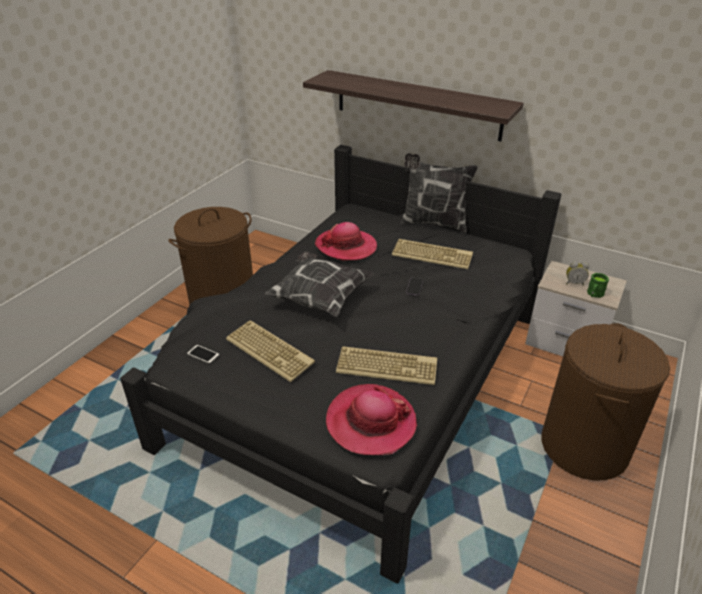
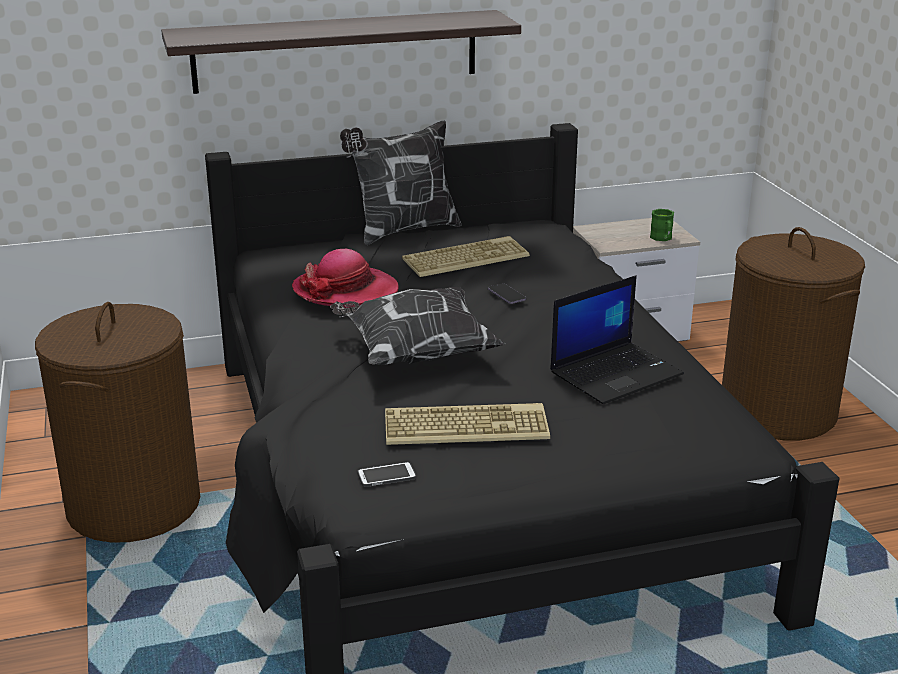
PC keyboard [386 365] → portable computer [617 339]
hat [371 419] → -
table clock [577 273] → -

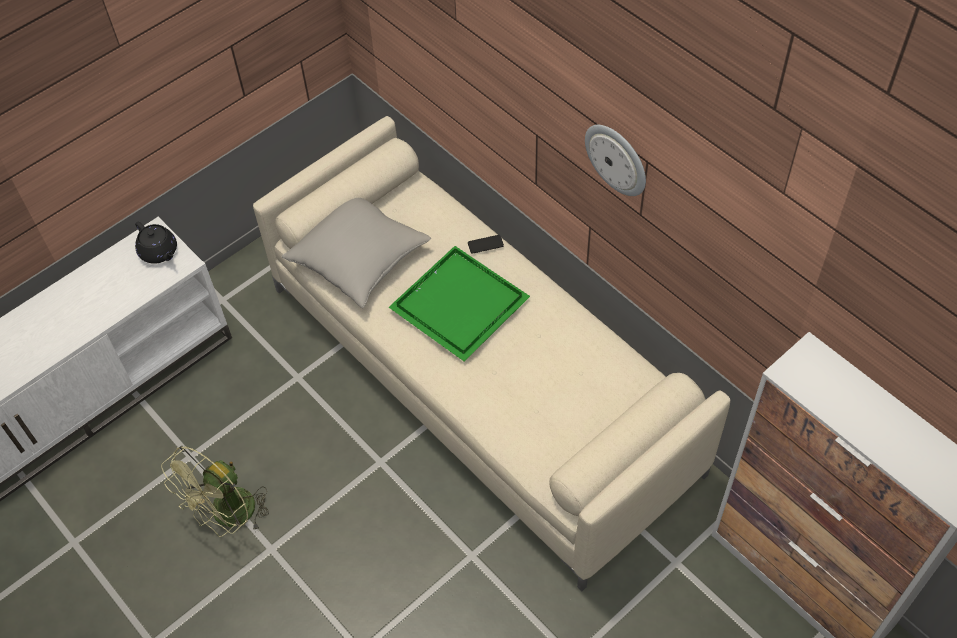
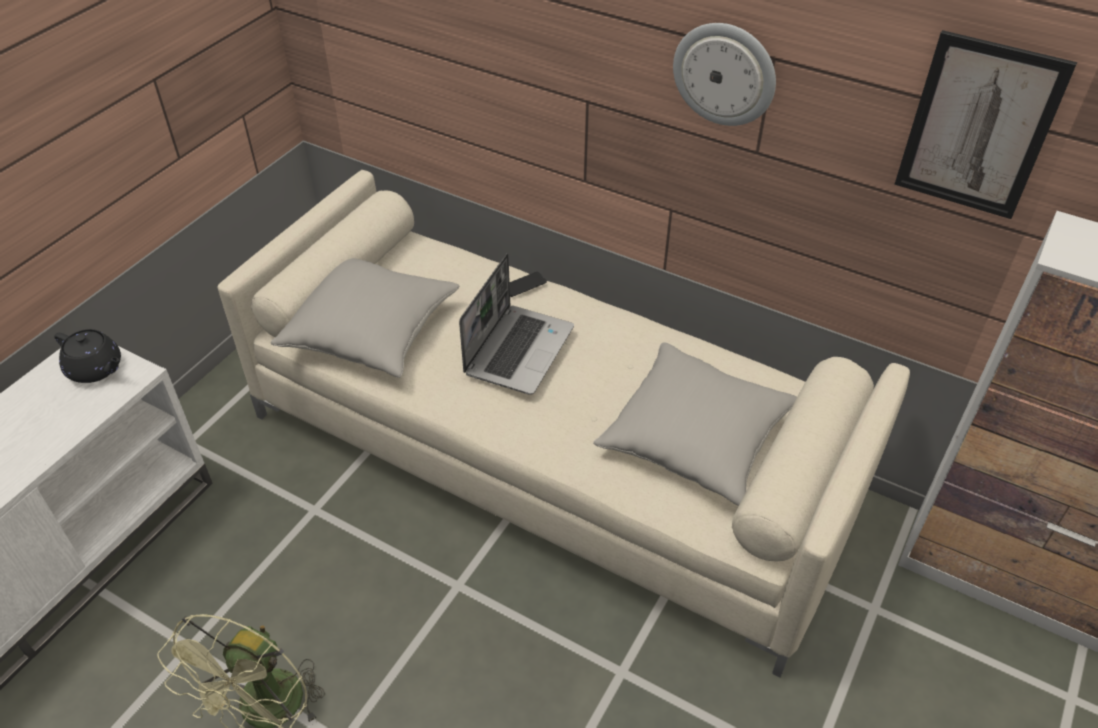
carrying tray (green-coloured) [459 304] → portable computer [516 324]
- → throw pillow (grey) [695 424]
- → wall art [985 124]

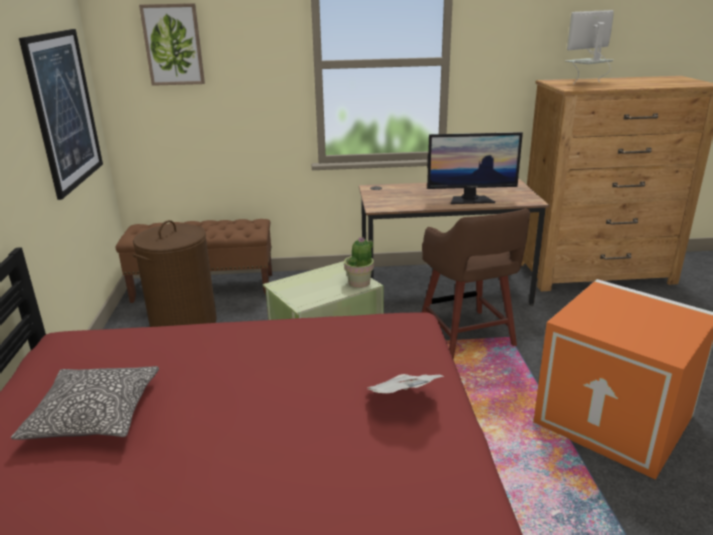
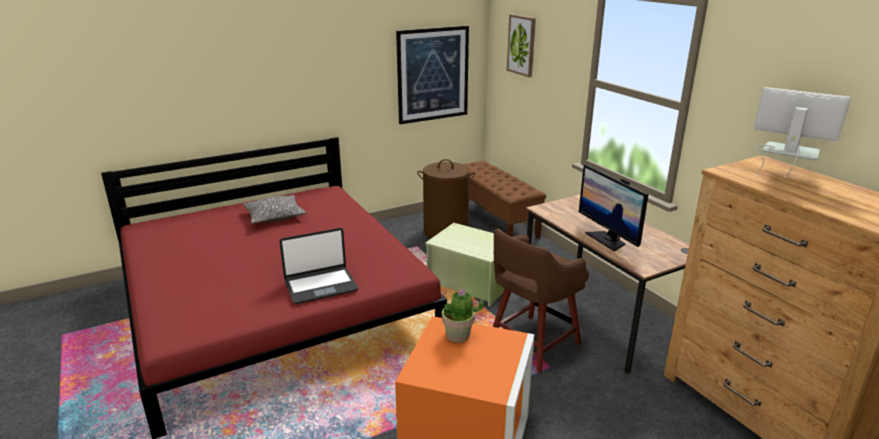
newspaper [405 383] → portable computer [319 266]
houseplant [359 262] → houseplant [463 315], shifted

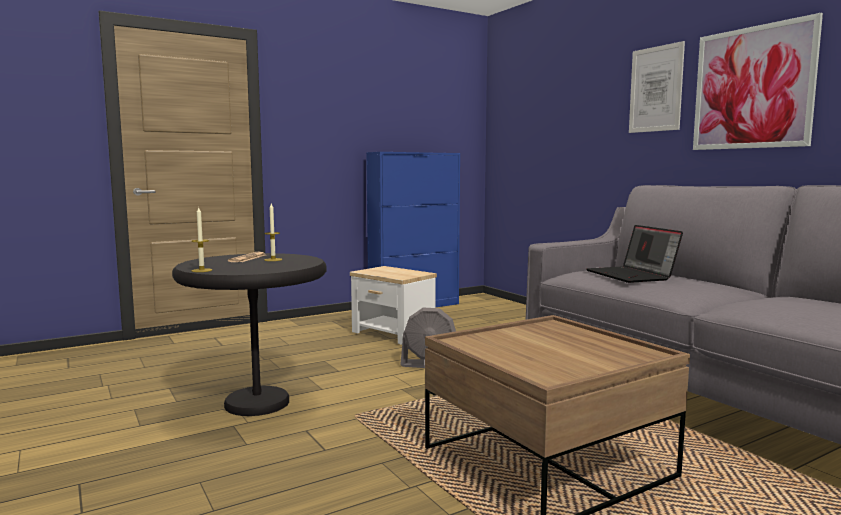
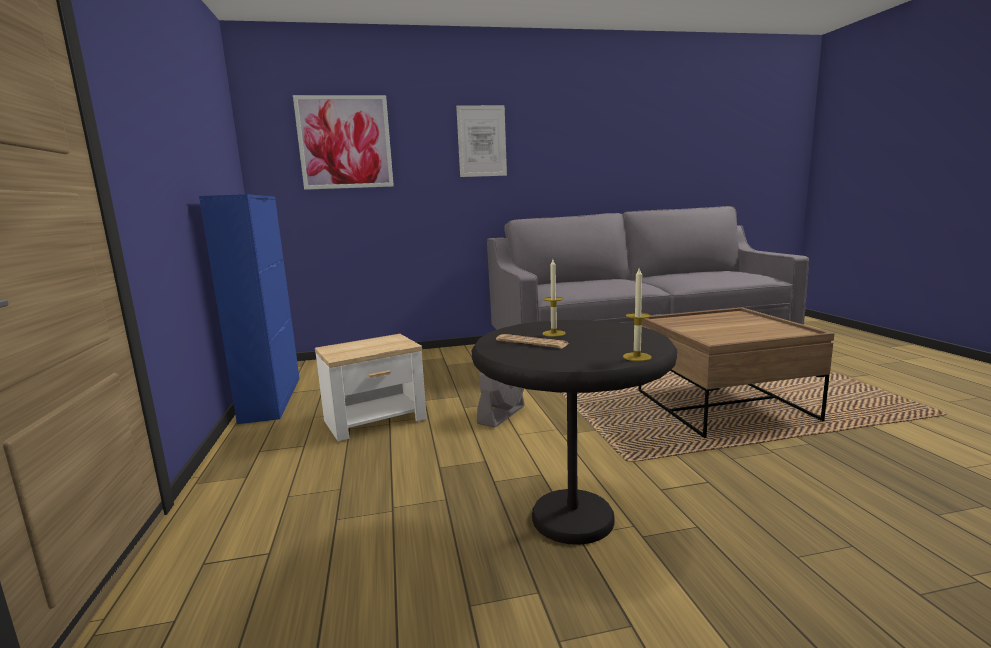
wall art [758 81] → wall art [343 142], shifted
portable computer [634 254] → -

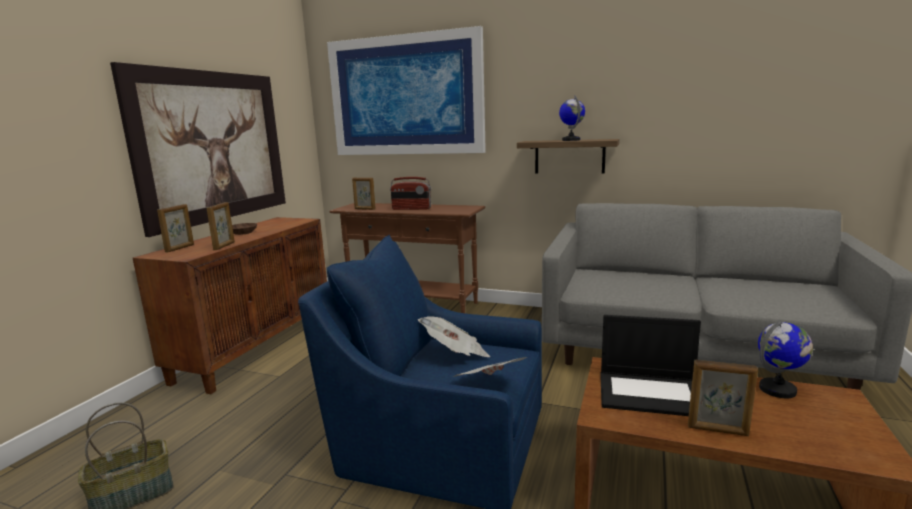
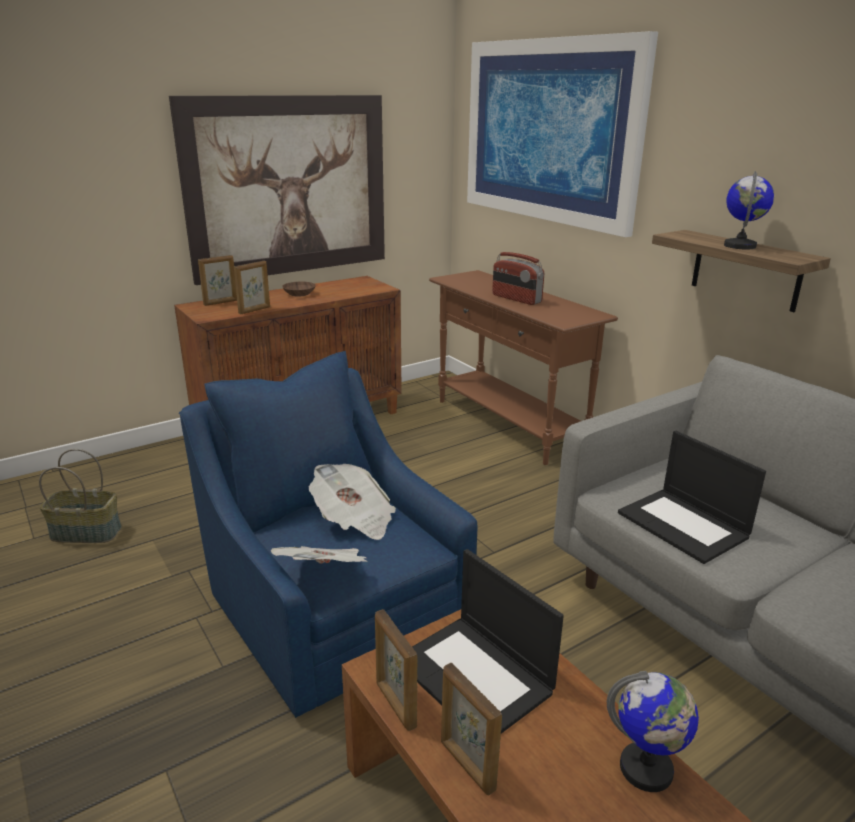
standing frame [364 194] → standing frame [396 670], shifted
- → portable computer [692 497]

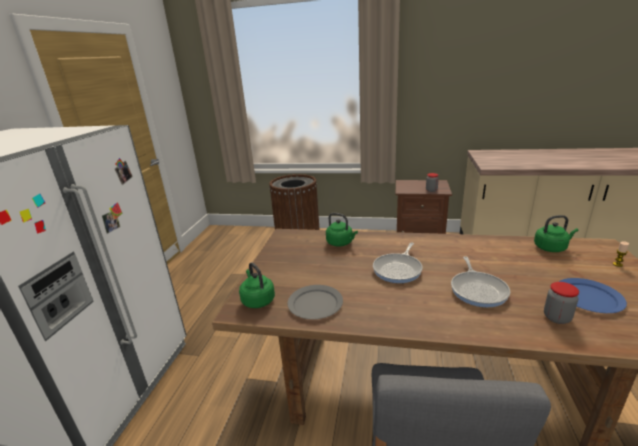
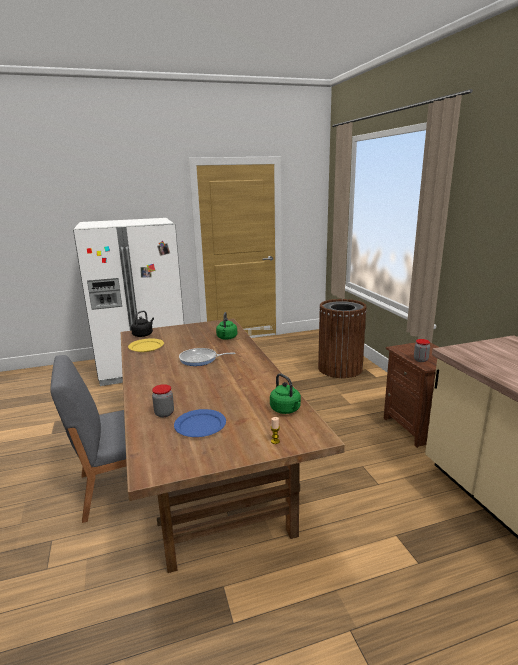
dinner plate (grey) [315 302] → dinner plate (yellow-coloured) [146 345]
tea kettle (green-coloured) [257 285] → tea kettle (black) [142 324]
pan [480 281] → -

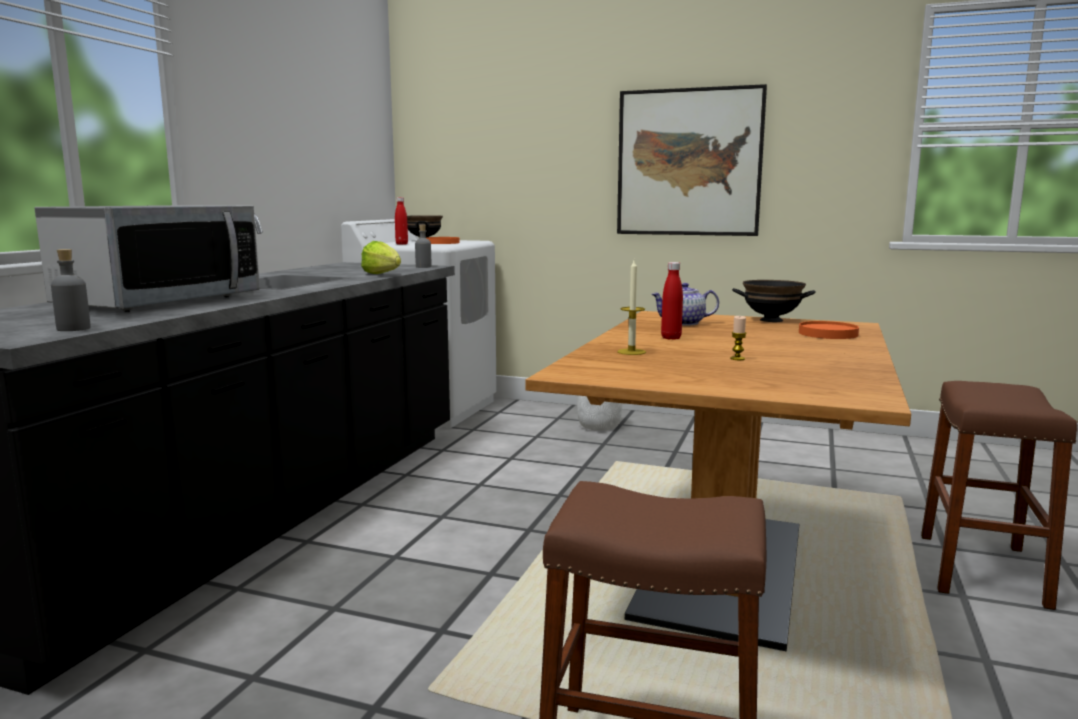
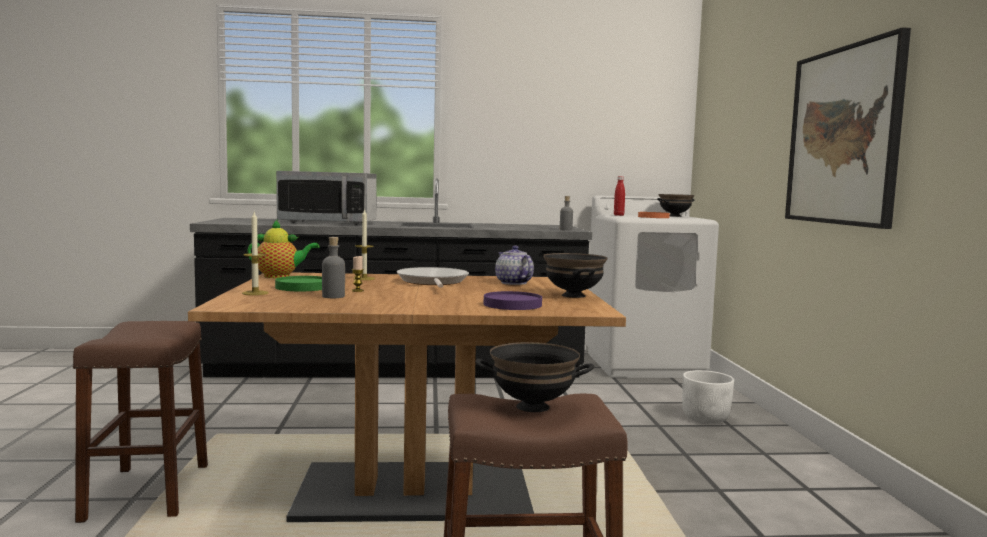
- → wax light [255 253]
- → pot for tea [283 248]
- → dinner plate (green-coloured) [298 283]
bottle (grey) [71 290] → bottle (grey) [333 267], shifted
bottle (red-coloured) [672 301] → pan [433 277]
- → bowl (black) [534 377]
dinner plate (orange) [829 330] → dinner plate (purple-coloured) [513 300]
lettuce [381 257] → -

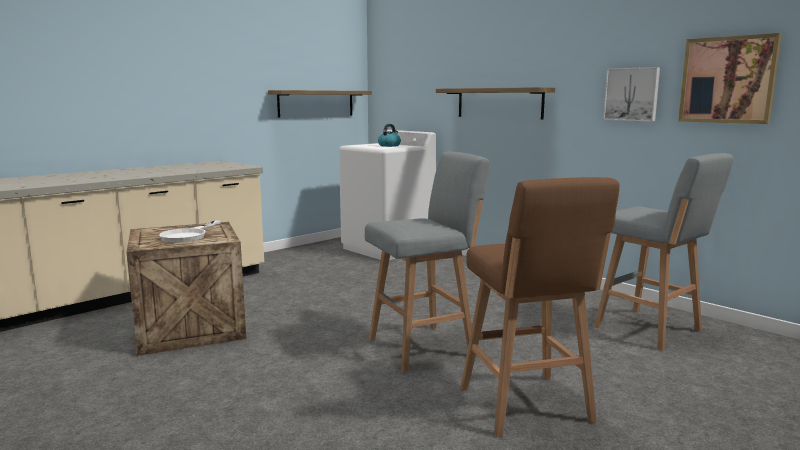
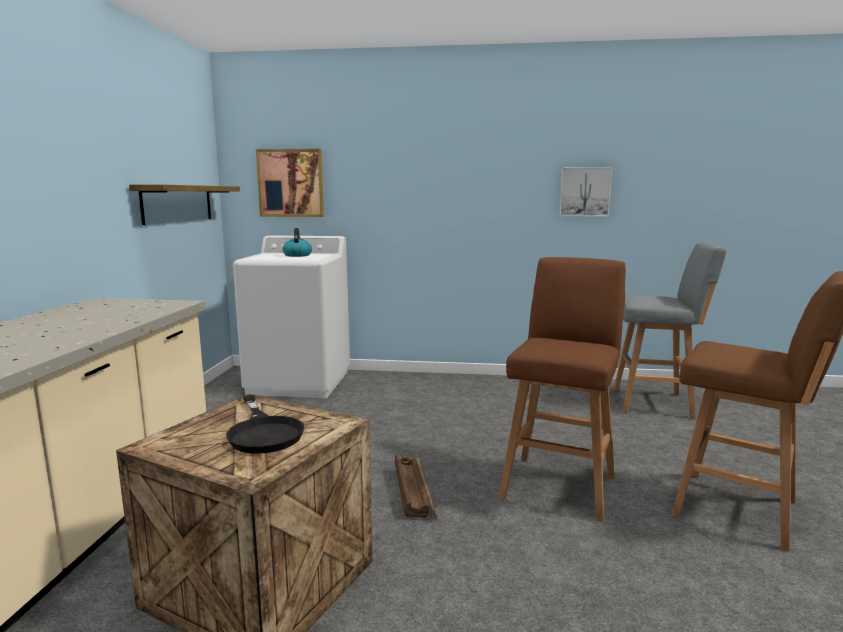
pan (whitish) [190 231] → pan (black) [265 424]
wall art [729 78] → wall art [290 183], shifted
- → shipping crate [416 486]
stool seat (grey) [427 262] → stool seat (brown) [562 389]
wall shelf [495 103] → -

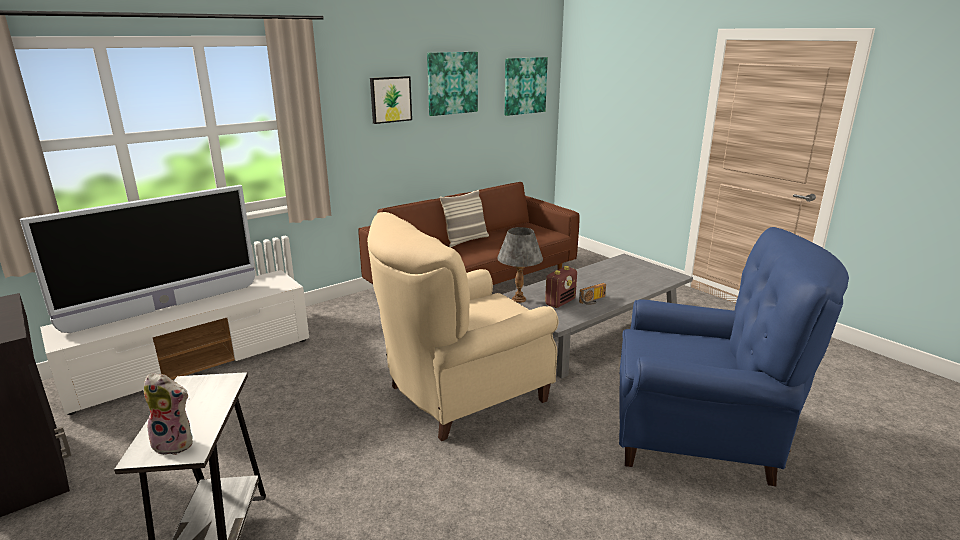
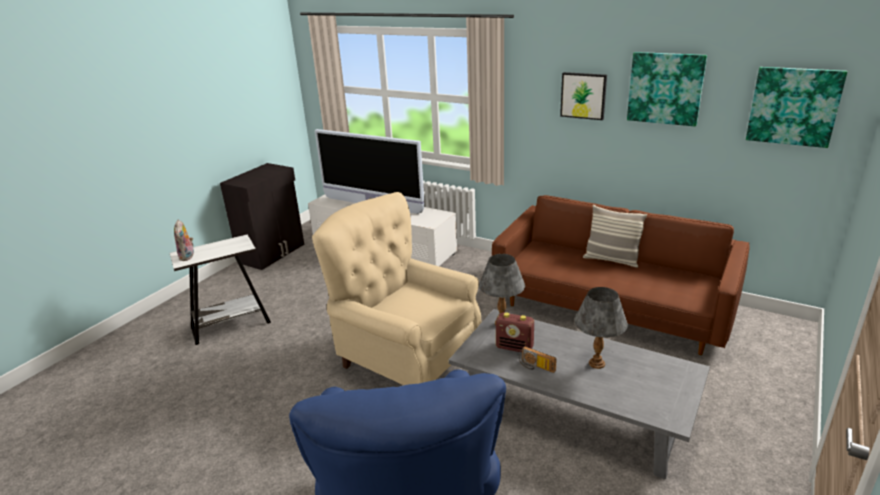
- → tabletop lamp (grey) [601 328]

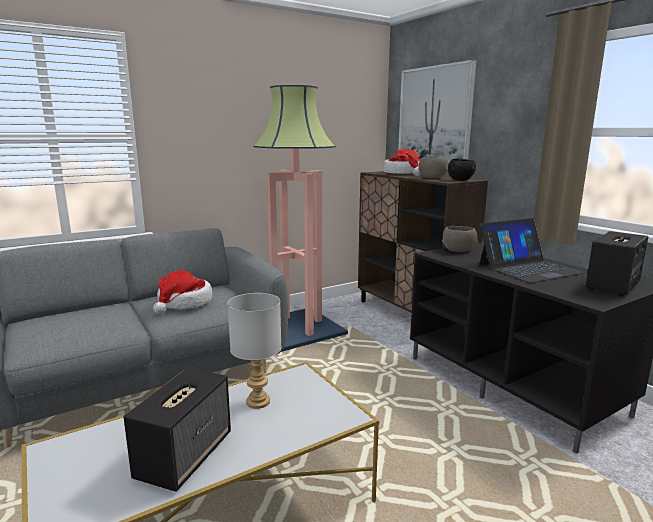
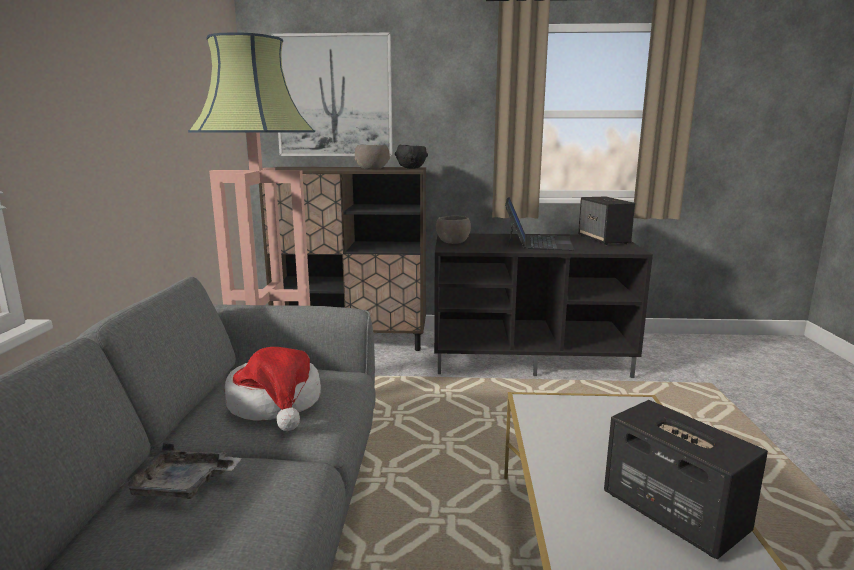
- → carrying tray (grey) [181 471]
tabletop lamp (grey) [254 351] → -
hat [402 162] → -

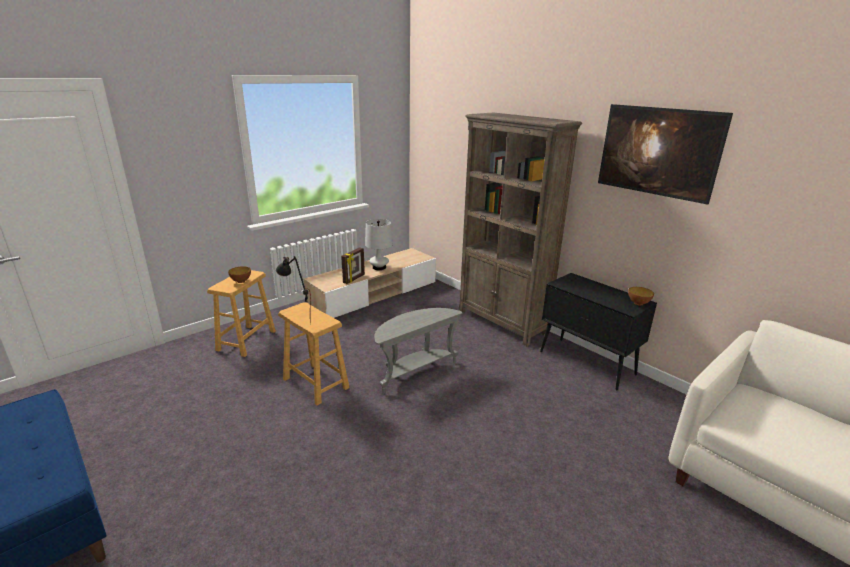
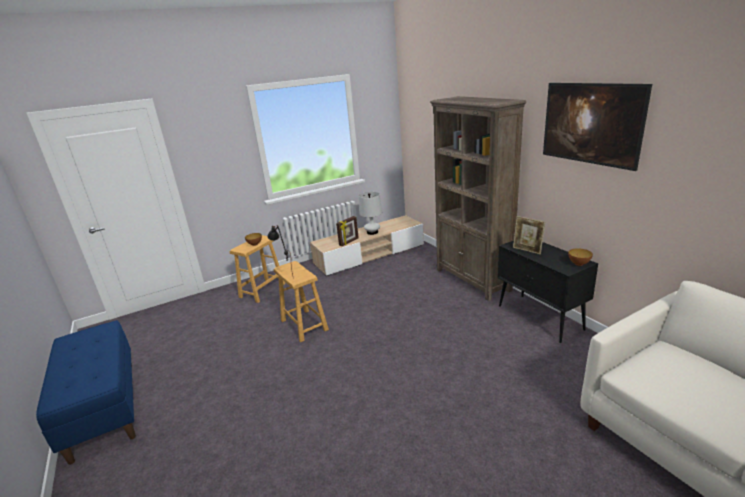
- → standing frame [529 235]
accent table (grey) [418 351] → -

